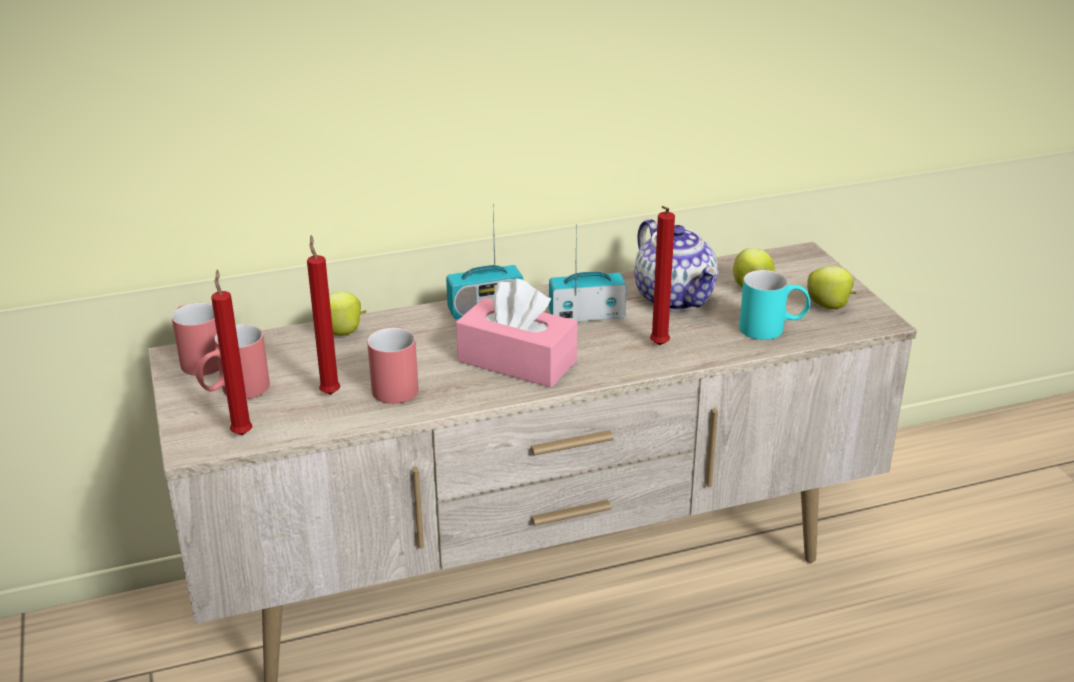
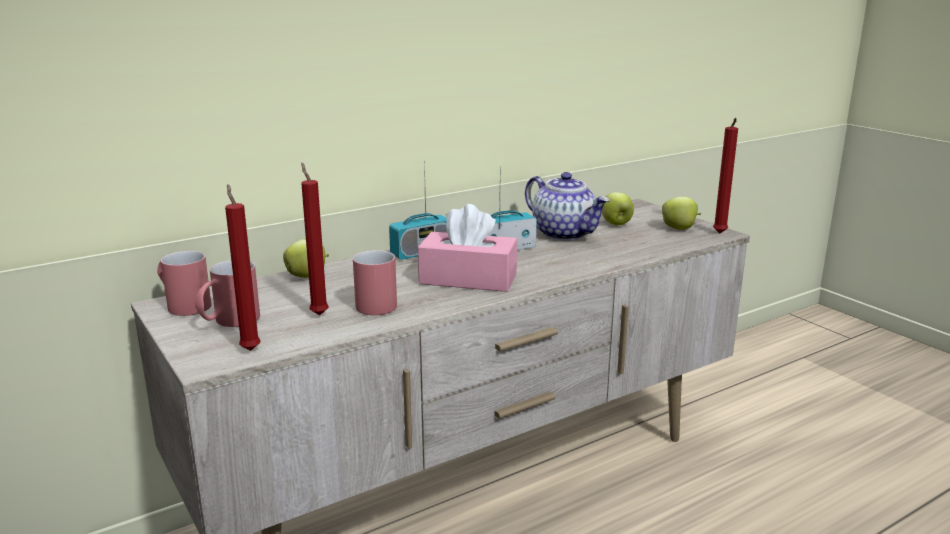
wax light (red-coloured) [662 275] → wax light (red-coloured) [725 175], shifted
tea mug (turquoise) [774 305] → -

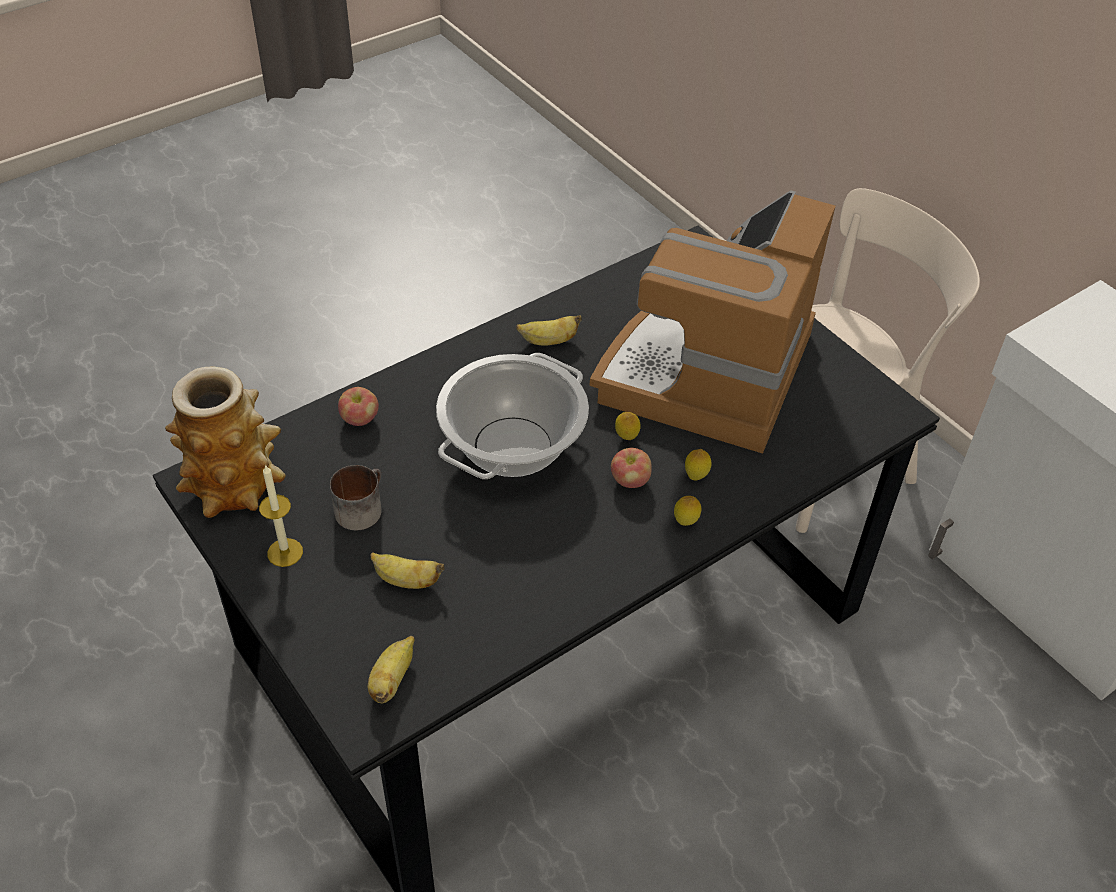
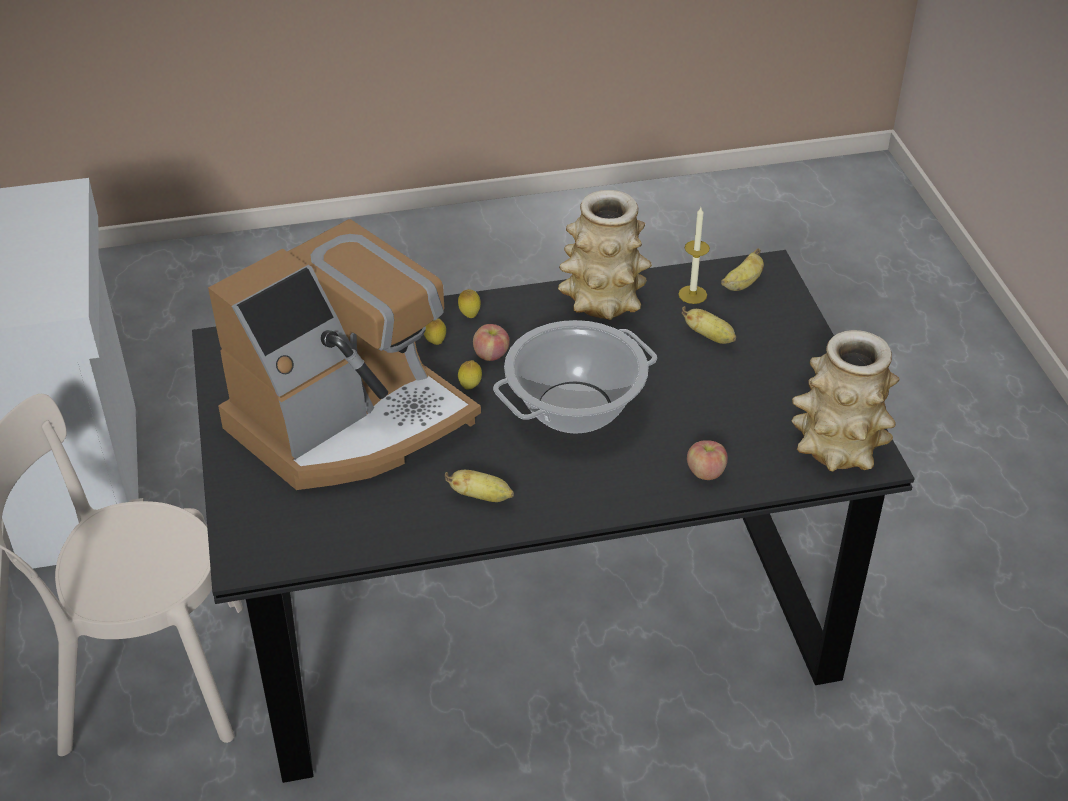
- → flower vase [605 255]
wax light [281 515] → wax light [694 255], shifted
tea mug [356 497] → -

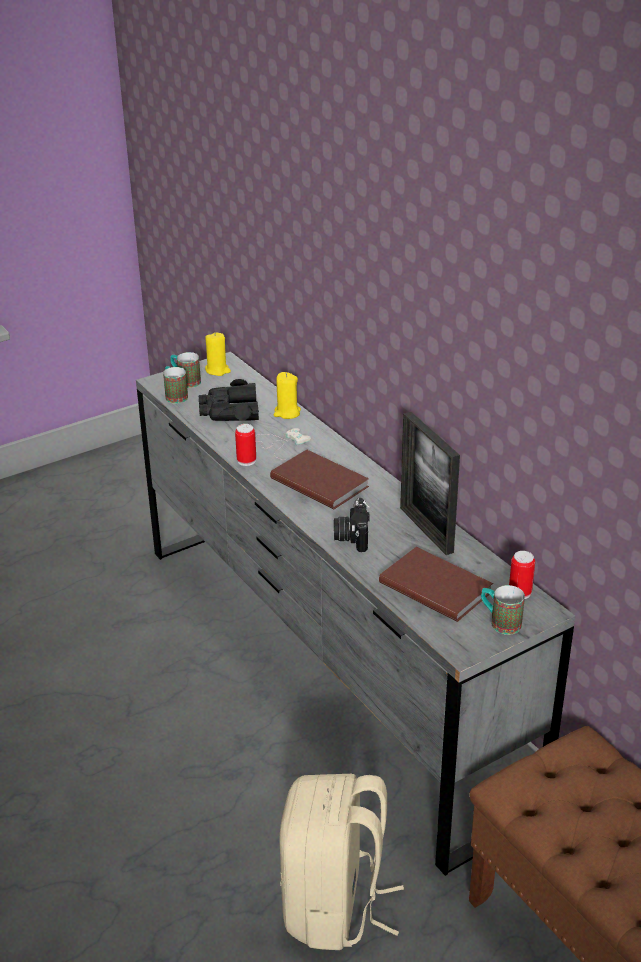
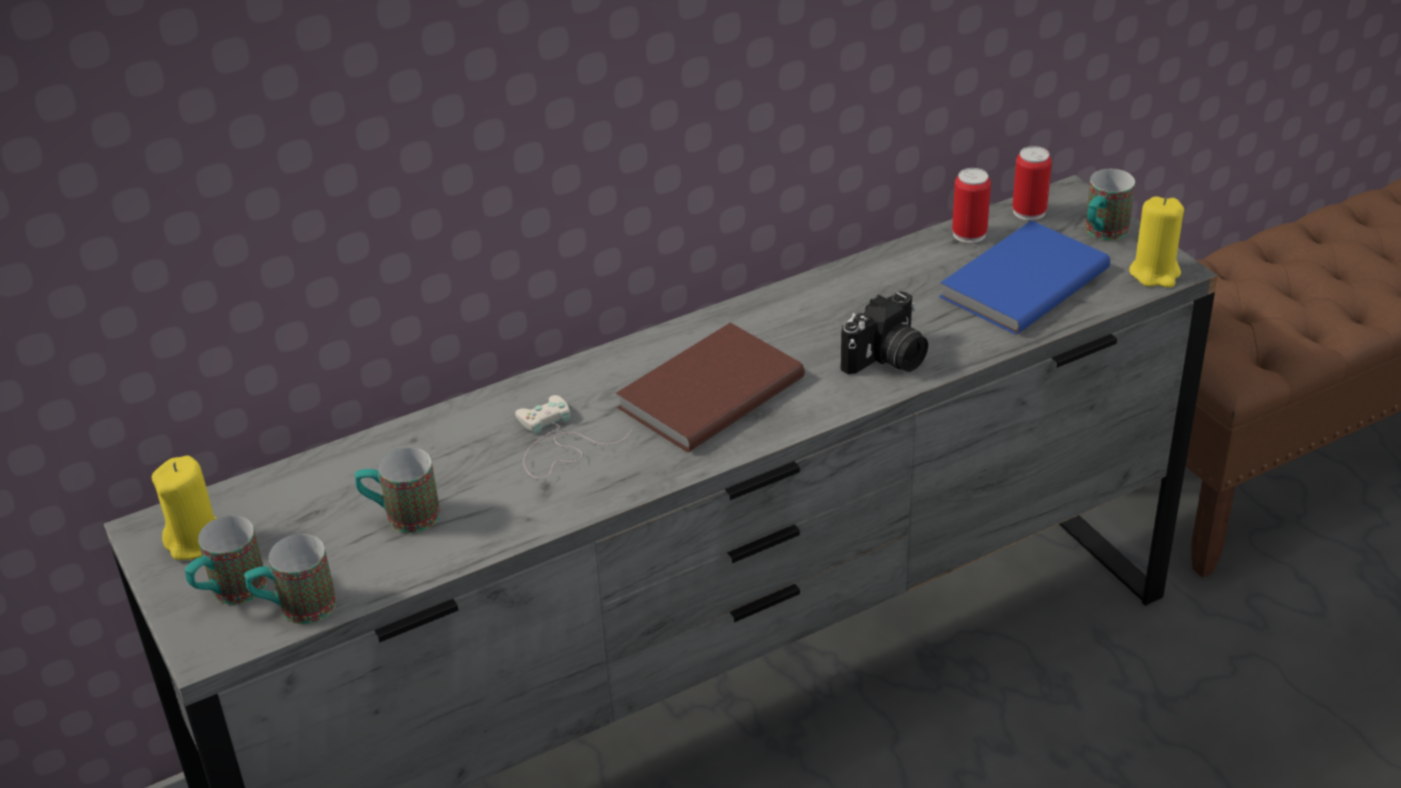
field glasses (black) [229 400] → tea mug [397 490]
still camera [352 525] → still camera [884 333], 45 degrees counterclockwise
volume (brown) [436 584] → volume (blue) [1024 277]
sealed can [245 445] → sealed can [971 205], shifted
wax light (yellow-coloured) [287 395] → wax light (yellow-coloured) [1156 242], shifted
backpack (beige) [342 862] → -
standing frame [430 483] → -

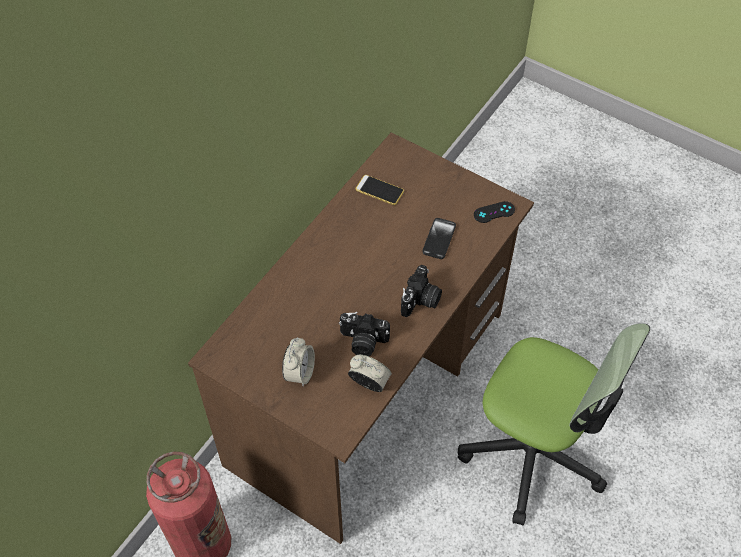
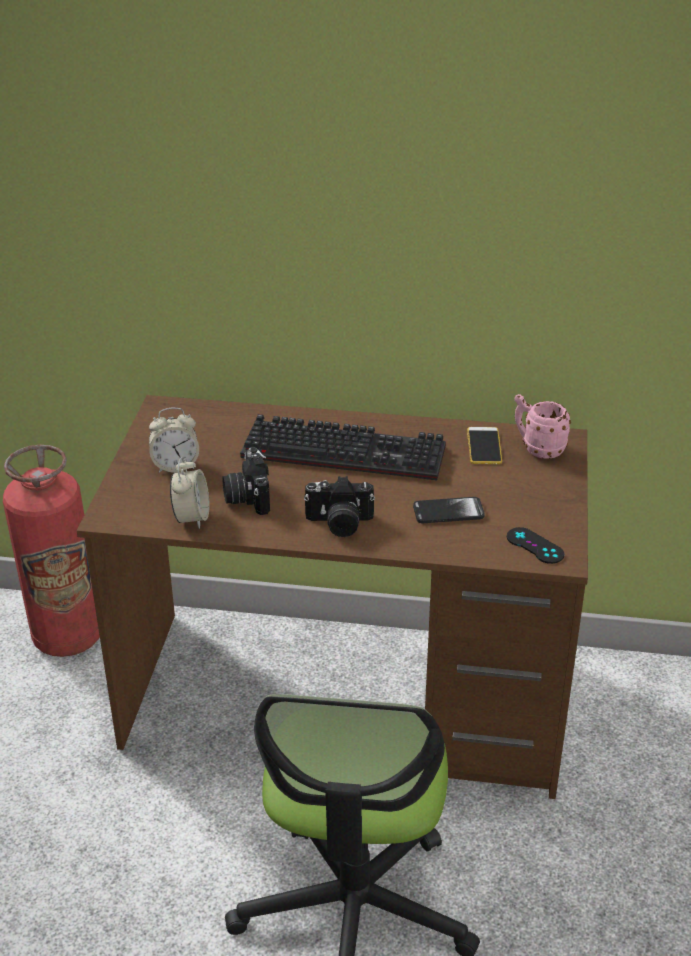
- → PC keyboard [343 447]
- → tea mug (pink) [543 426]

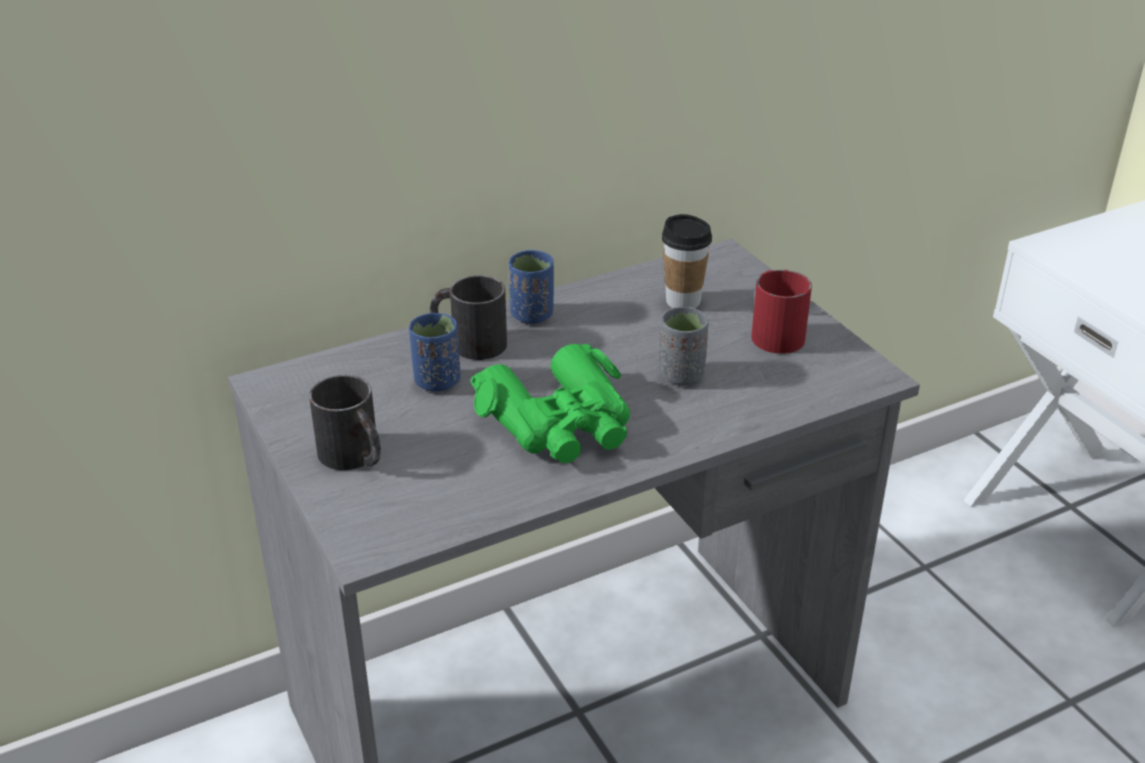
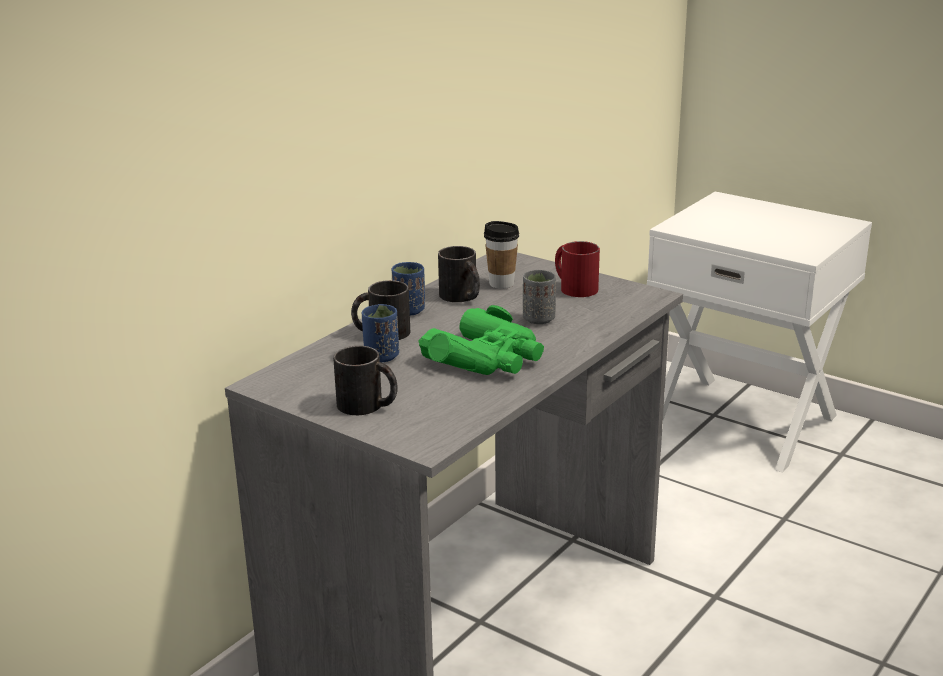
- → tea mug (black) [459 274]

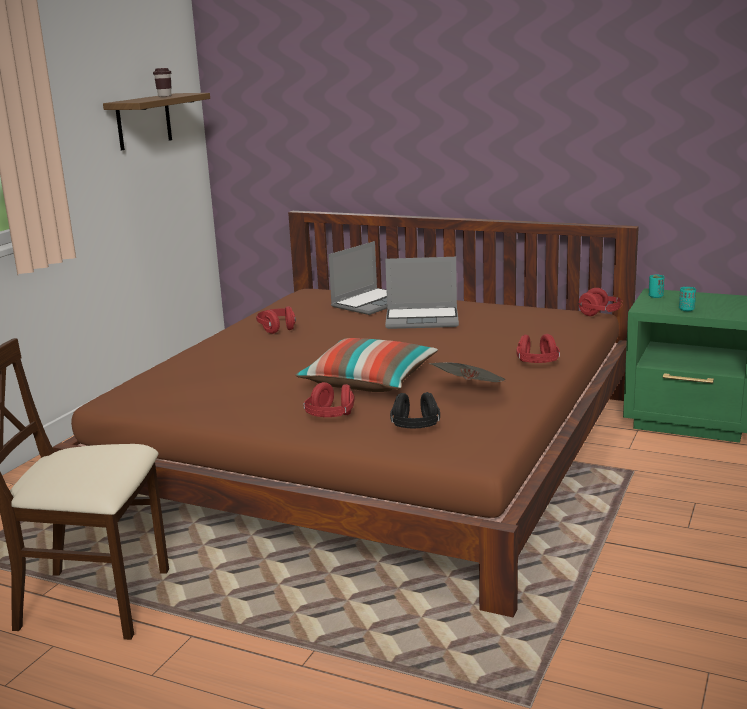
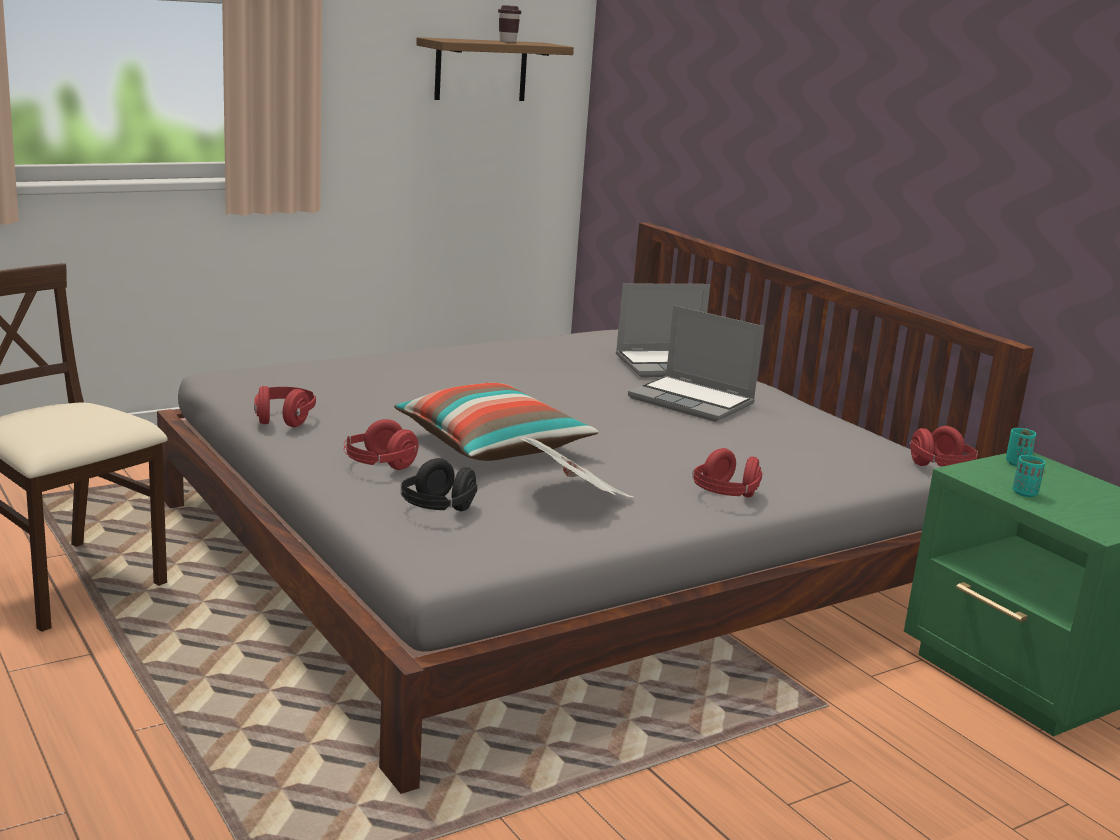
sleeping bed (brown) [346 414] → sleeping bed (grey) [595 508]
headphones (red-coloured) [276 320] → headphones (red-coloured) [285 406], shifted

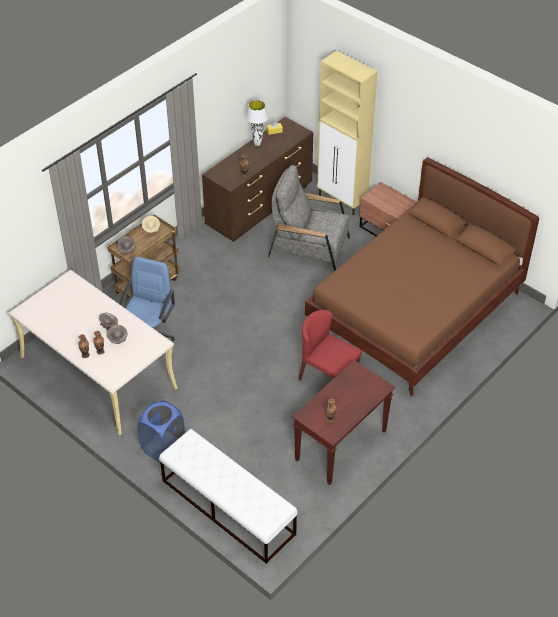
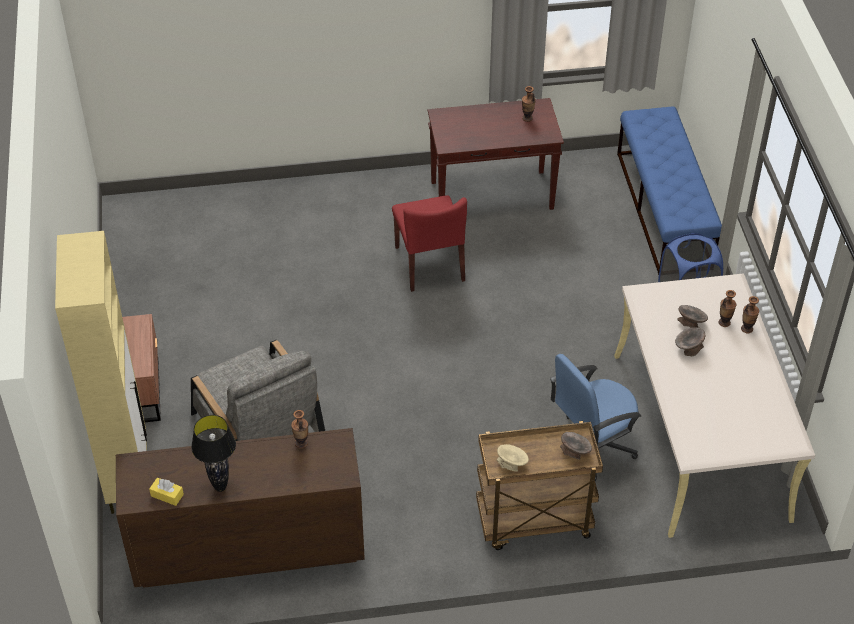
tabletop lamp (whitish) [257 123] → tabletop lamp (black) [213 453]
indoor bench (whitish) [228 496] → indoor bench (blue) [669 191]
sleeping bed (brown) [422 276] → -

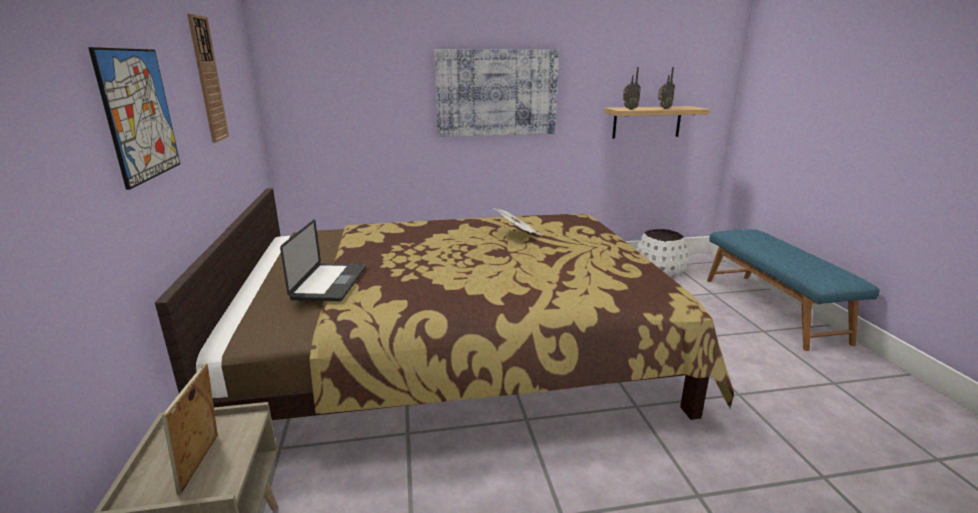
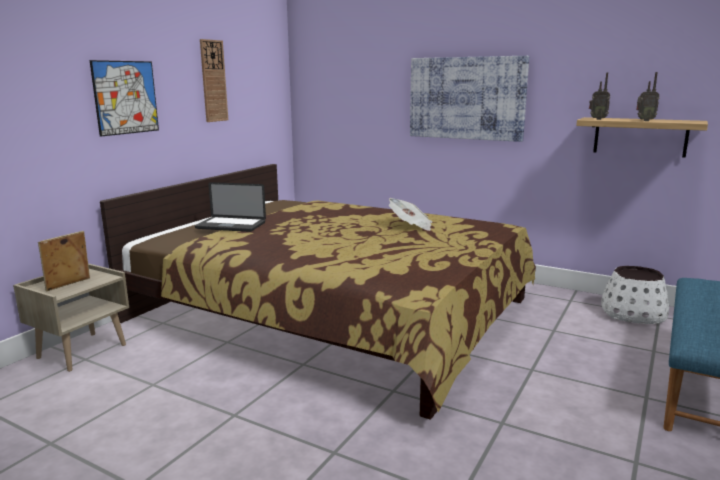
portable computer [323 260] → portable computer [230 207], 60 degrees clockwise

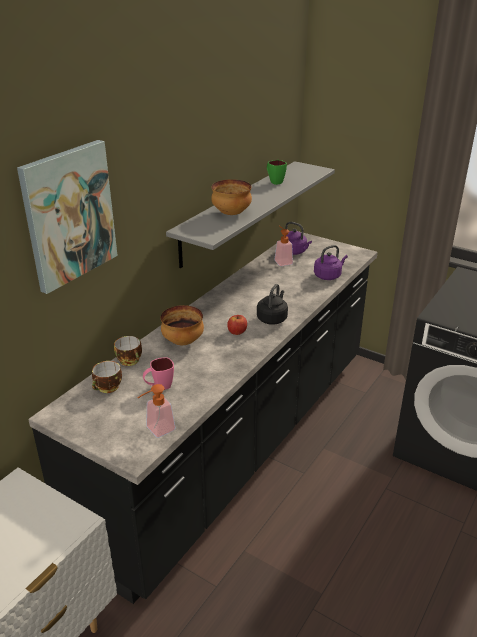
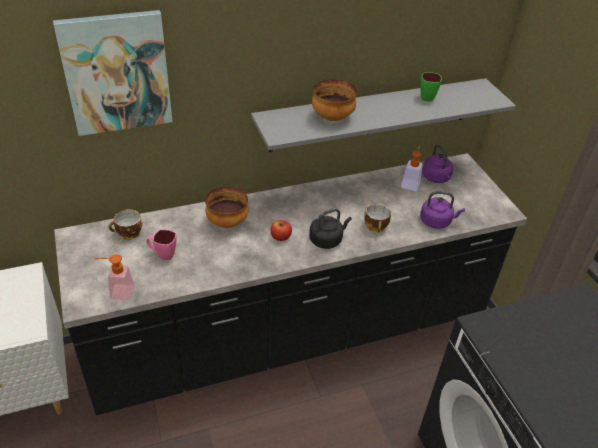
drinking cup [128 351] → drinking cup [377 218], shifted

